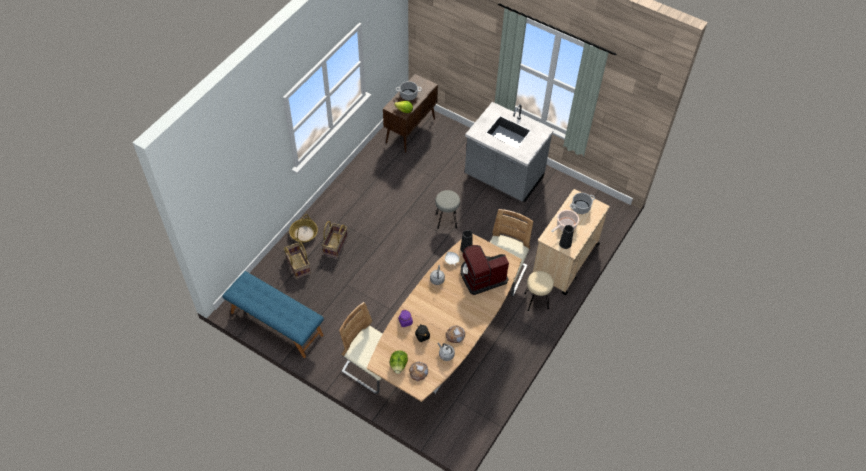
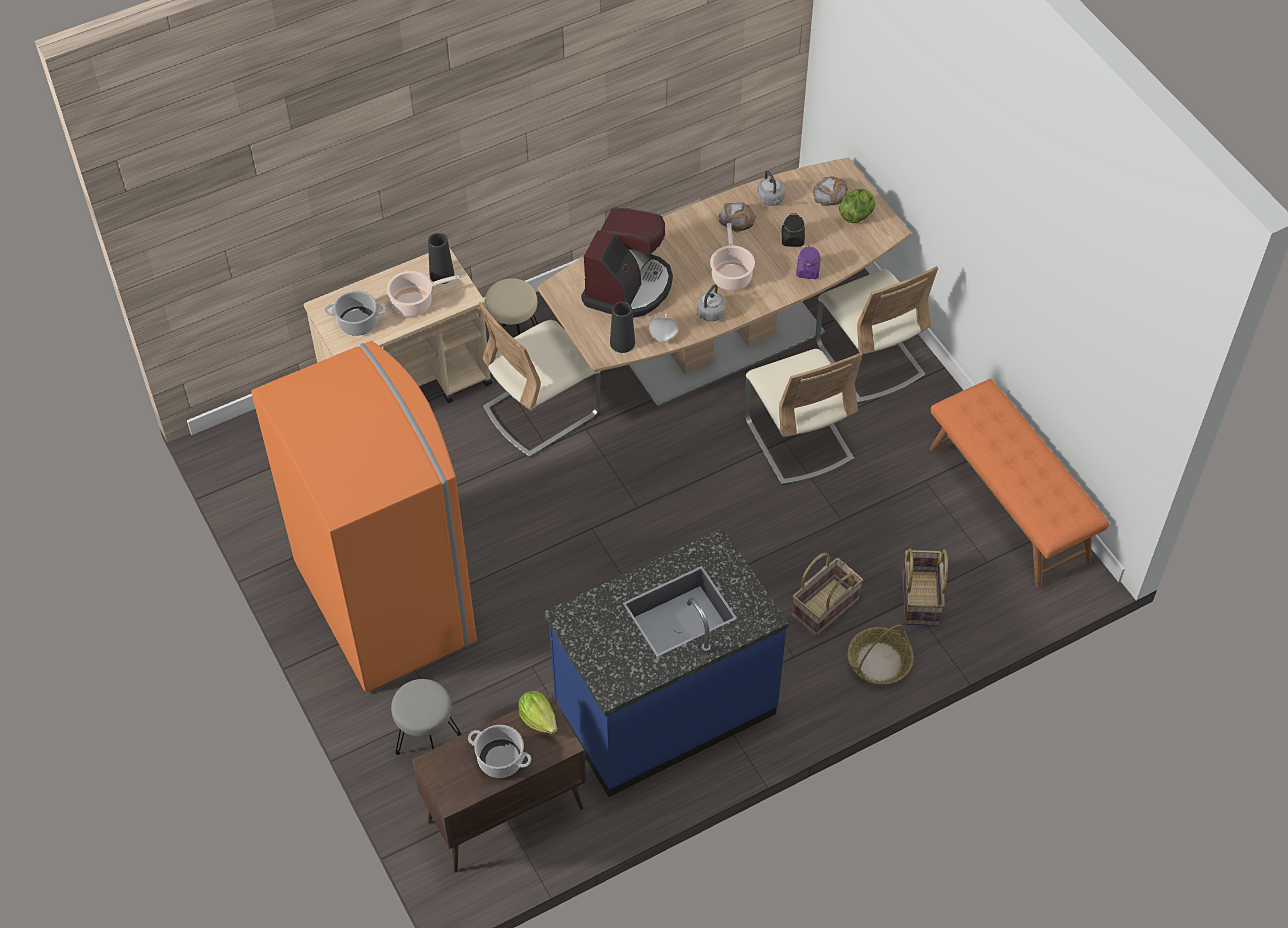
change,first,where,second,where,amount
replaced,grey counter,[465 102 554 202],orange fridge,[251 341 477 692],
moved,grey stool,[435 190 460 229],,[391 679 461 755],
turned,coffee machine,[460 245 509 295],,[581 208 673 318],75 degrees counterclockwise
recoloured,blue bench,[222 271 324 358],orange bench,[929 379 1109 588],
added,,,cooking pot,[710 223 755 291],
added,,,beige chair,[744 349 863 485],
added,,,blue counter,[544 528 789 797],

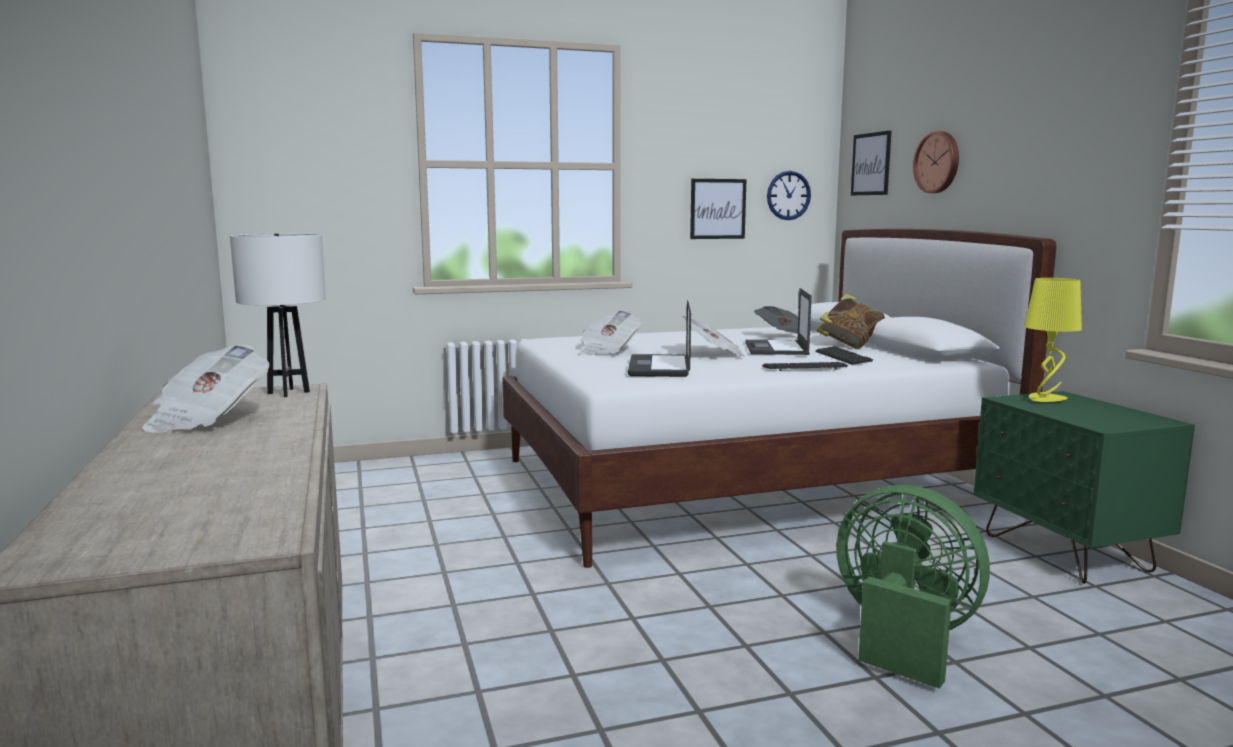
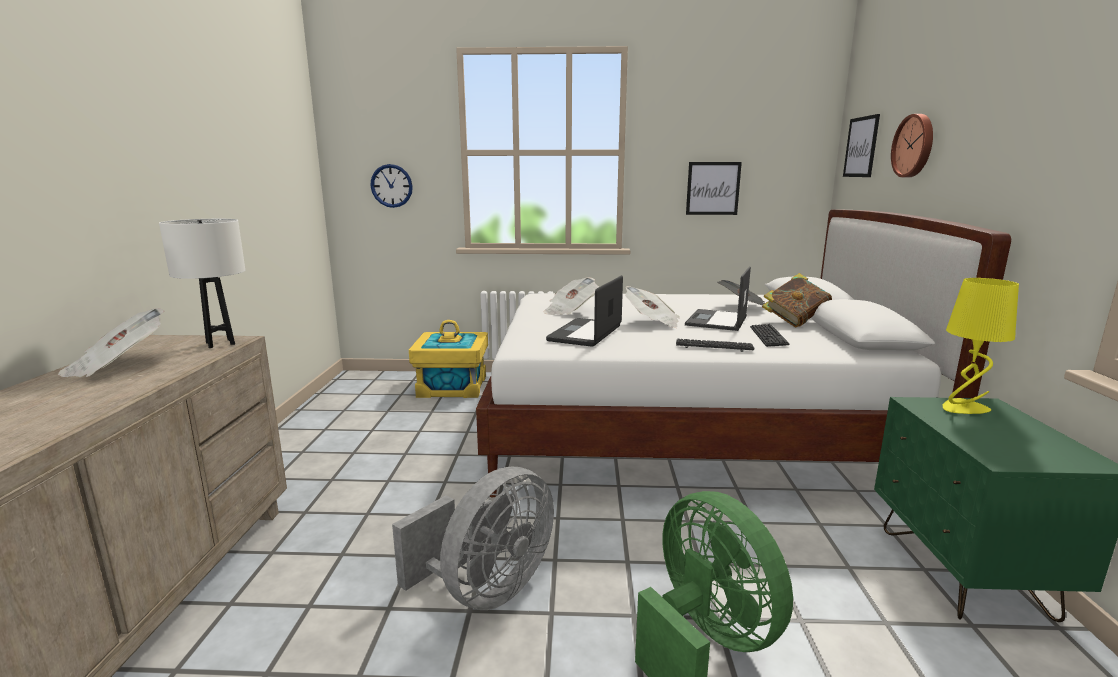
change,first,where,second,where,amount
moved,wall clock,[767 171 811 220],,[371 164 413 208],
added,,,yellow storage box,[409 320 488 398],
added,,,grey fan,[392 467 554 610],

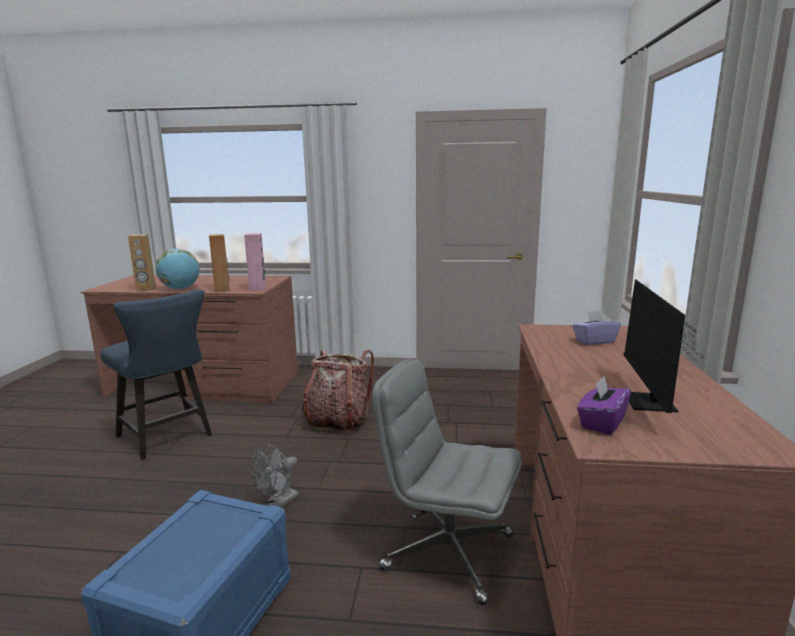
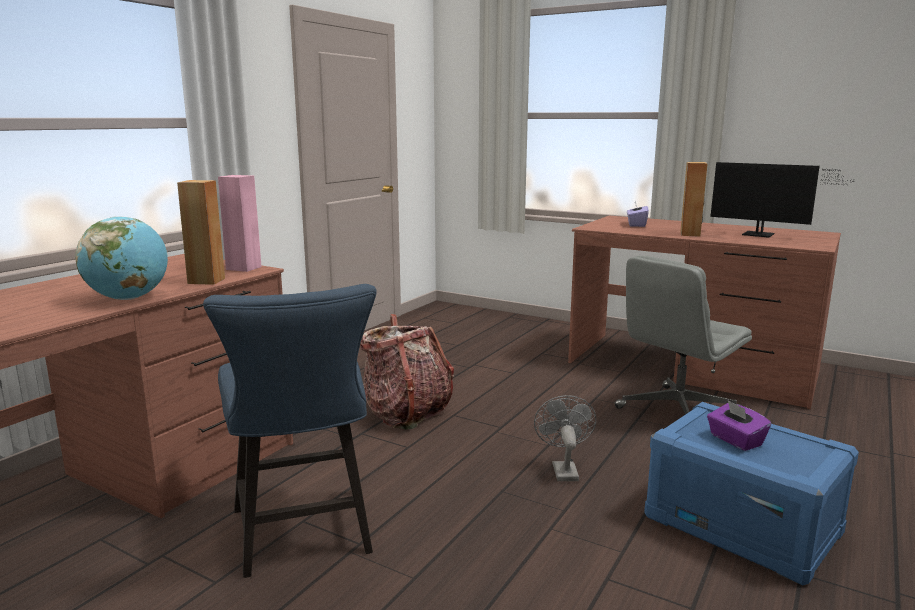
change,first,where,second,where,amount
moved,brown speaker,[128 234 156 291],,[680 162 708 237],
turned,blue chair,[100 289 212 460],,[203 284 377 578],90 degrees clockwise
moved,purple tissue box,[577 376 631 435],,[707 400 771 451],
turned,grey fan,[251 444 299 507],,[534 395 596 481],150 degrees counterclockwise

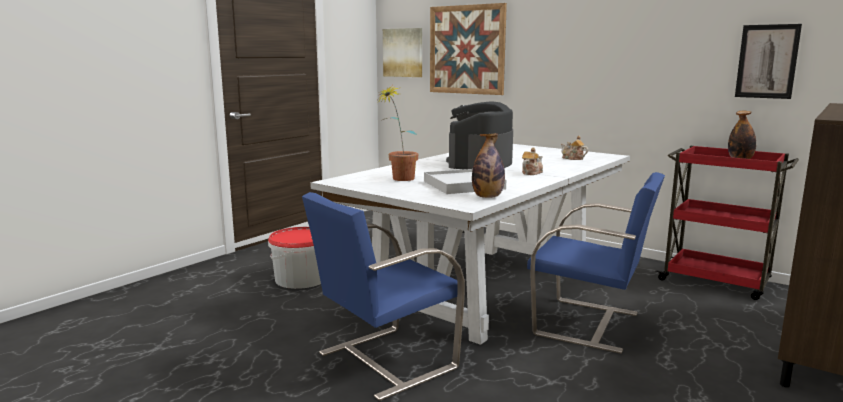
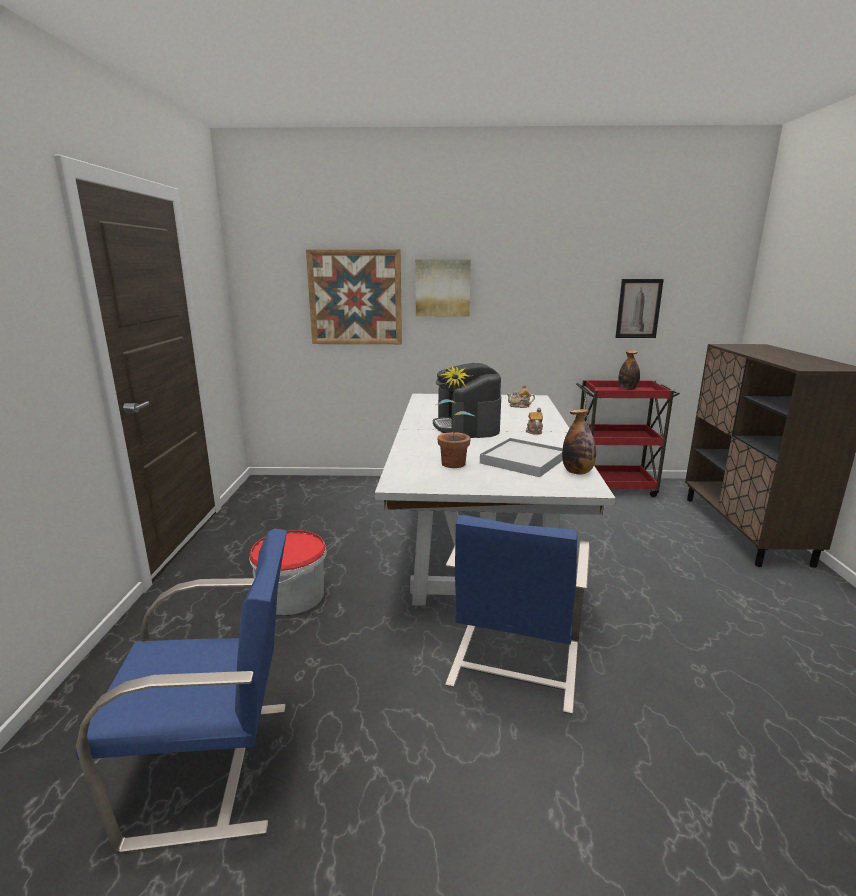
change,first,where,second,where,amount
moved,picture,[383 28 422 77],,[415 260 471 316],
moved,blue chair,[527 172 665 354],,[75 529 287 853],

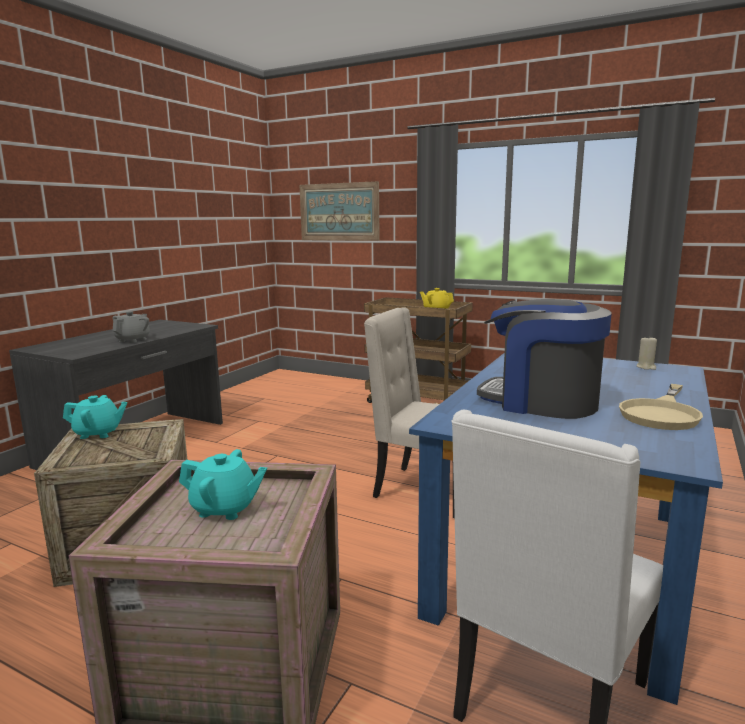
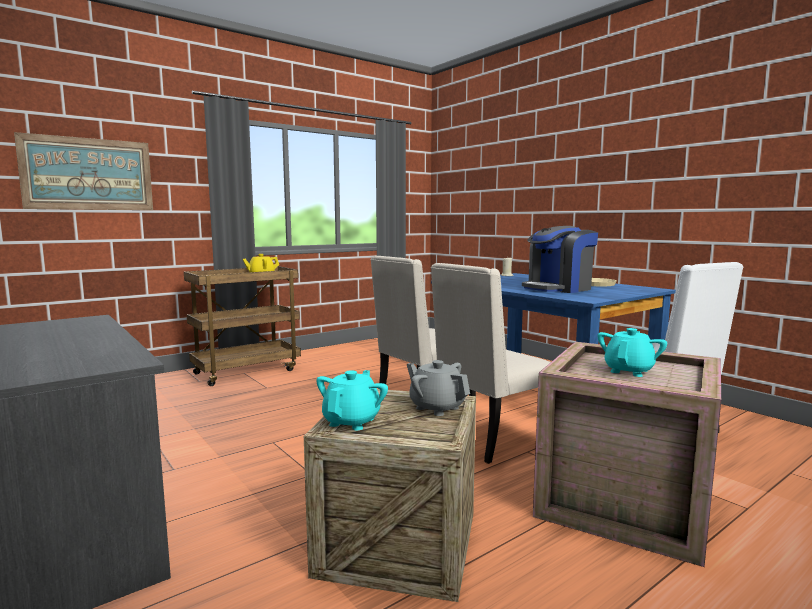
change,first,where,second,where,amount
moved,grey teapot,[112 311 150 343],,[407 360 470 416],
added,,,beige chair,[431 263 551 464],

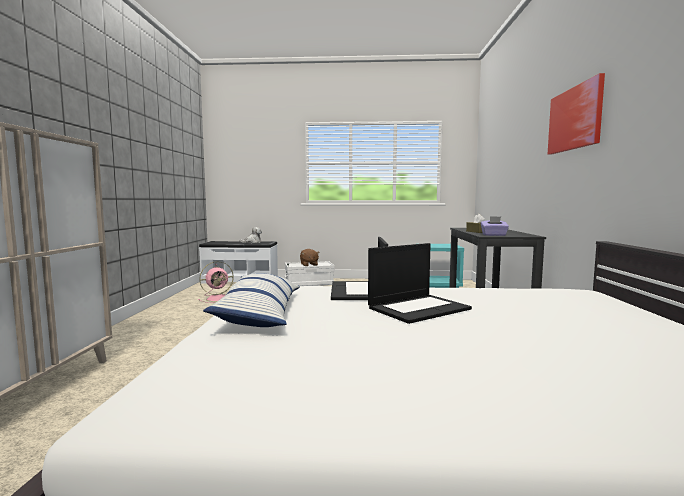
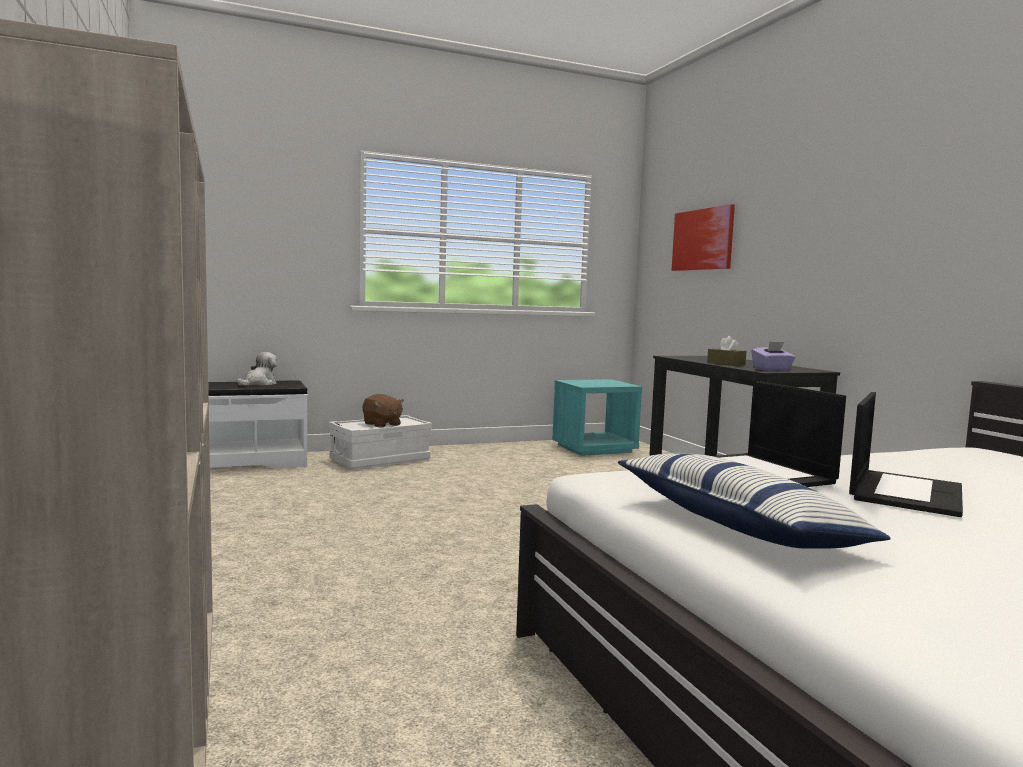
change,first,where,second,where,amount
moved,picture,[548 73 605 155],,[672 204 735 271],
removed,pink fan,[198 261 234 303],,,

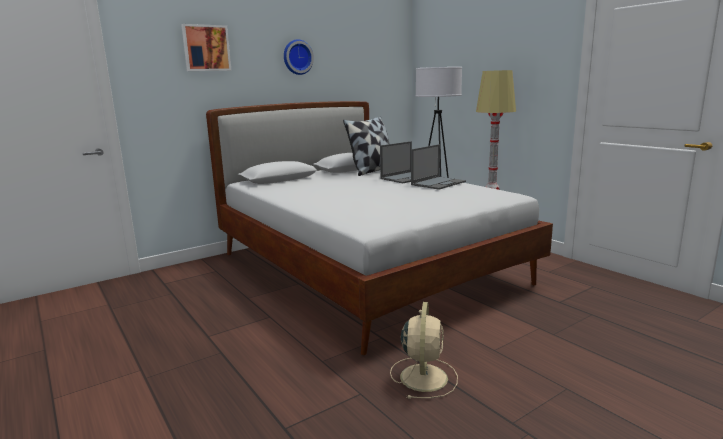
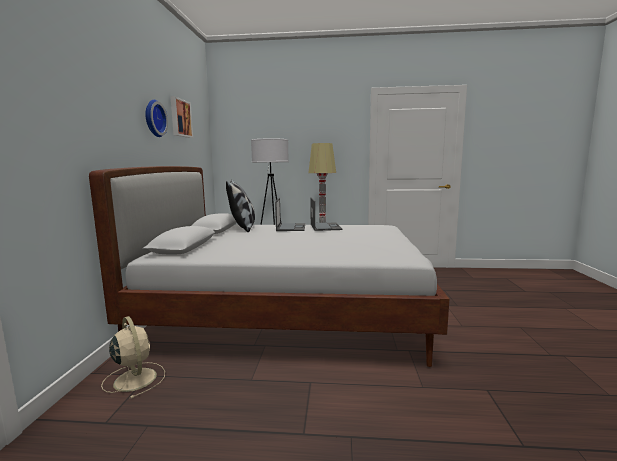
change,first,where,second,where,amount
moved,picture,[181 24 231 71],,[170 96 193 138],
moved,beige fan,[390 302 458 399],,[101 316 165 399],

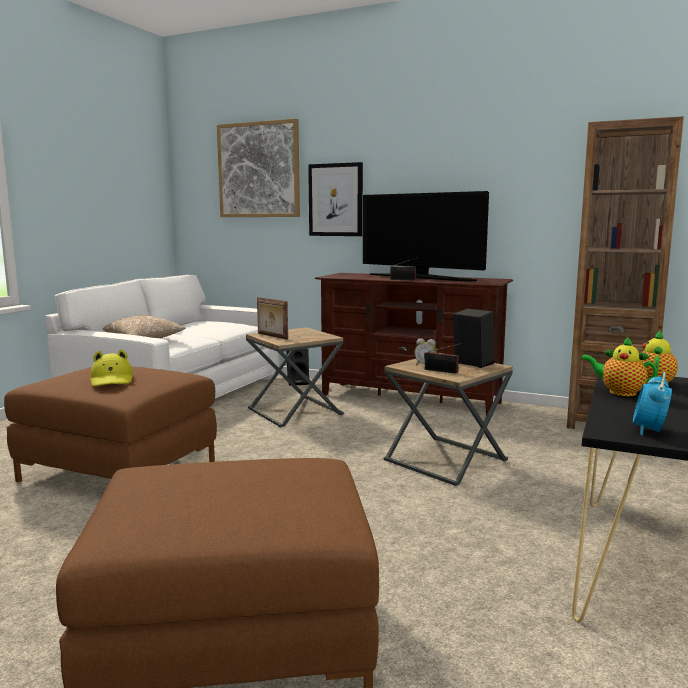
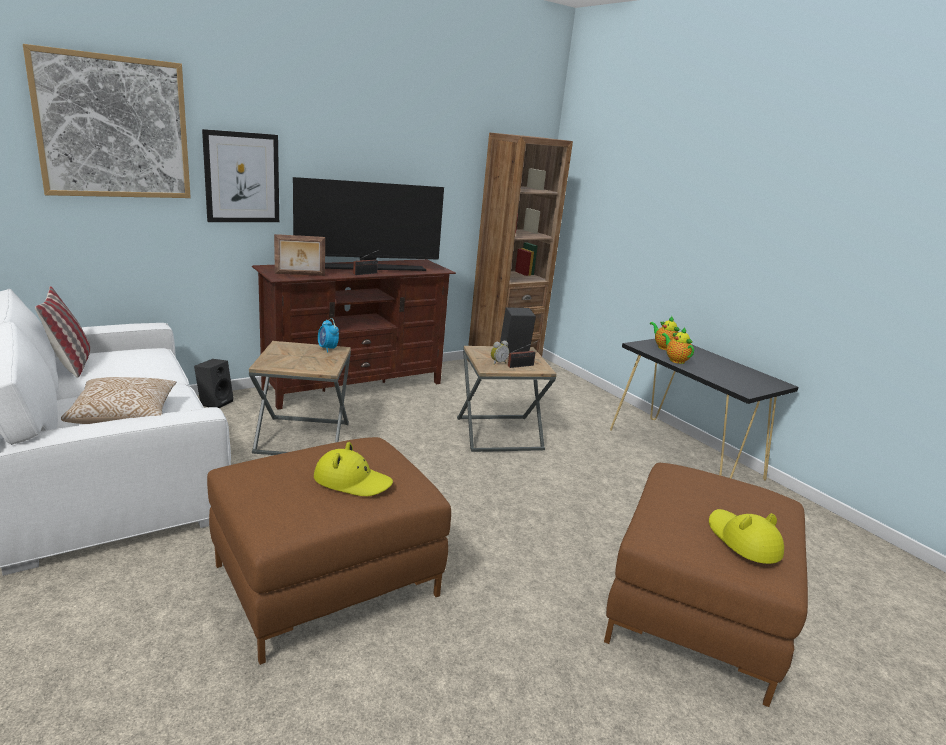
change,first,where,second,where,amount
moved,picture frame,[257 297 288 340],,[274 234 325 276],
turned,teapot,[581 336 657 396],,[662 327 694 364],90 degrees clockwise
moved,alarm clock,[633 372 672 435],,[318 318 339 353],
added,,,pillow,[35 286 90 378],
added,,,yellow hat,[709 509 784 564],

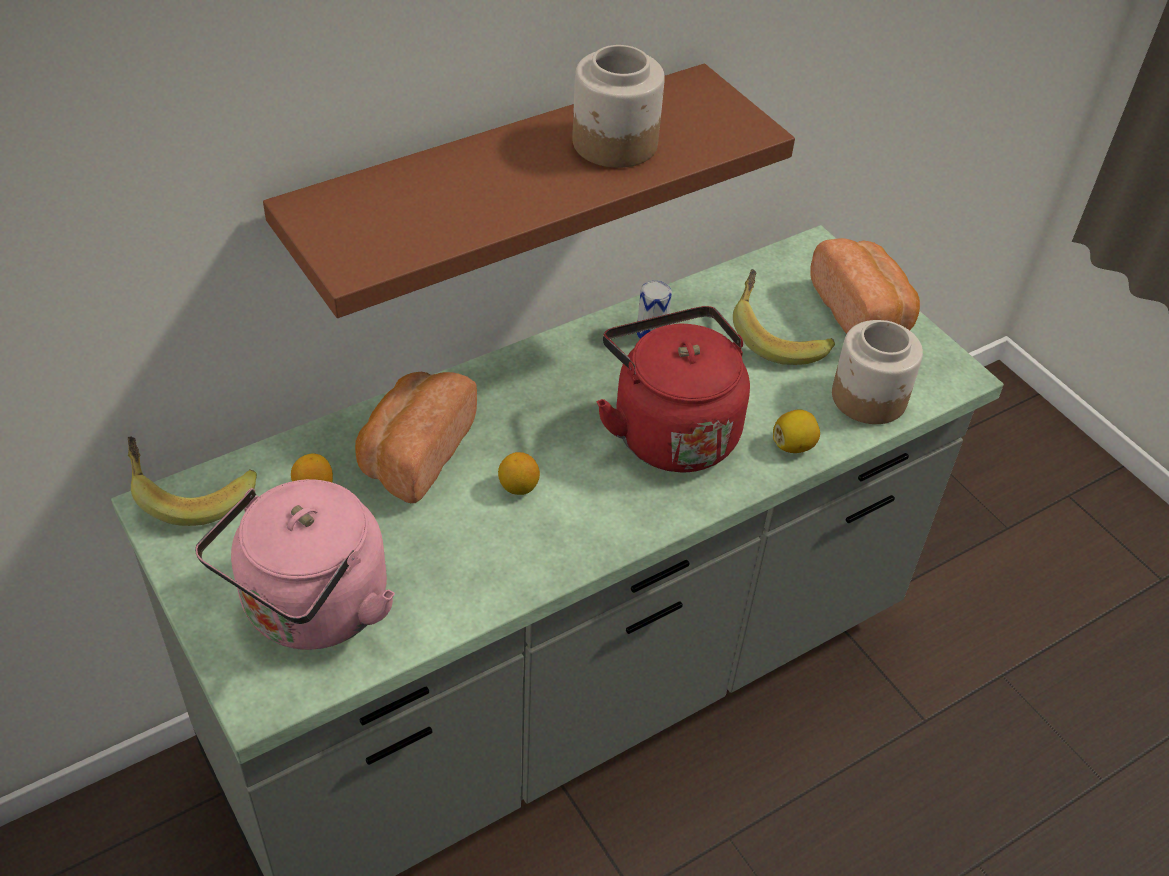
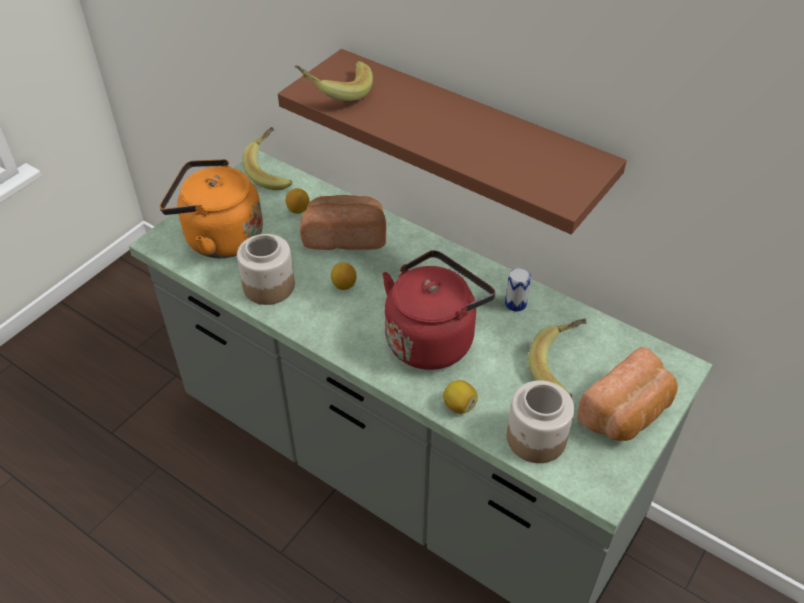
change,first,where,second,where,amount
moved,jar,[572 45 665 168],,[237 234 295 305],
recoloured,pink kettle,[195 479 395 650],orange kettle,[160 159 263 258],
added,,,banana,[295 61 373 101],

